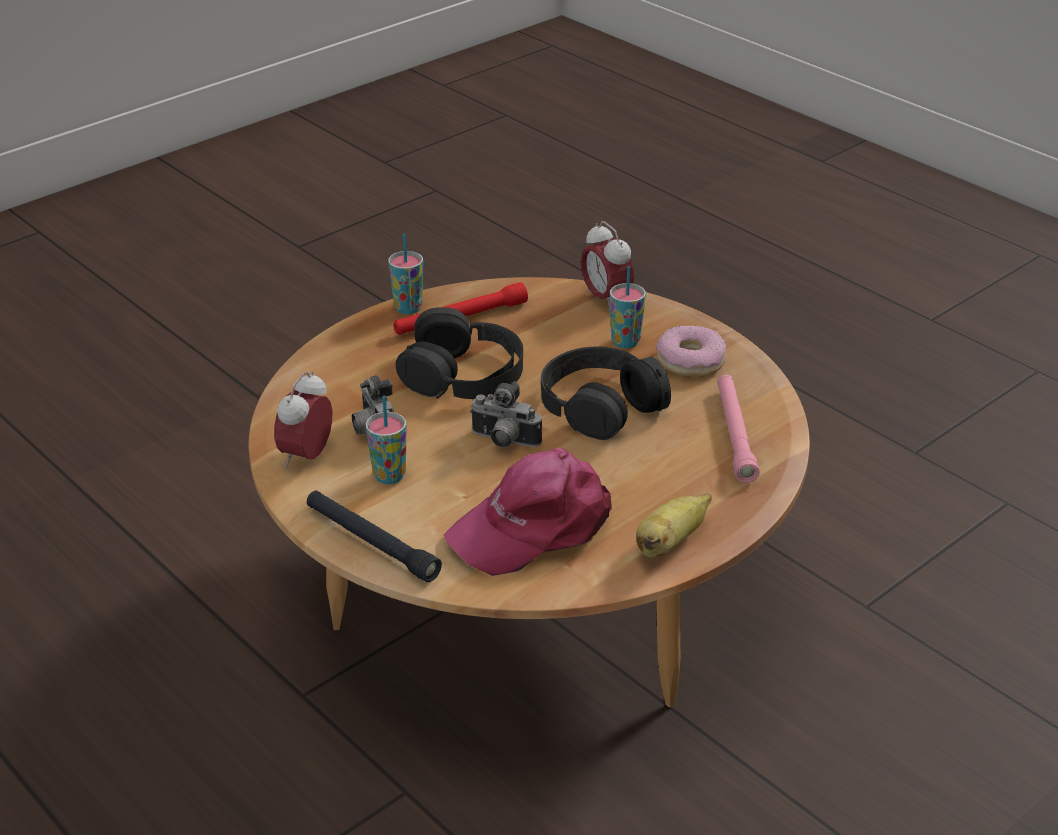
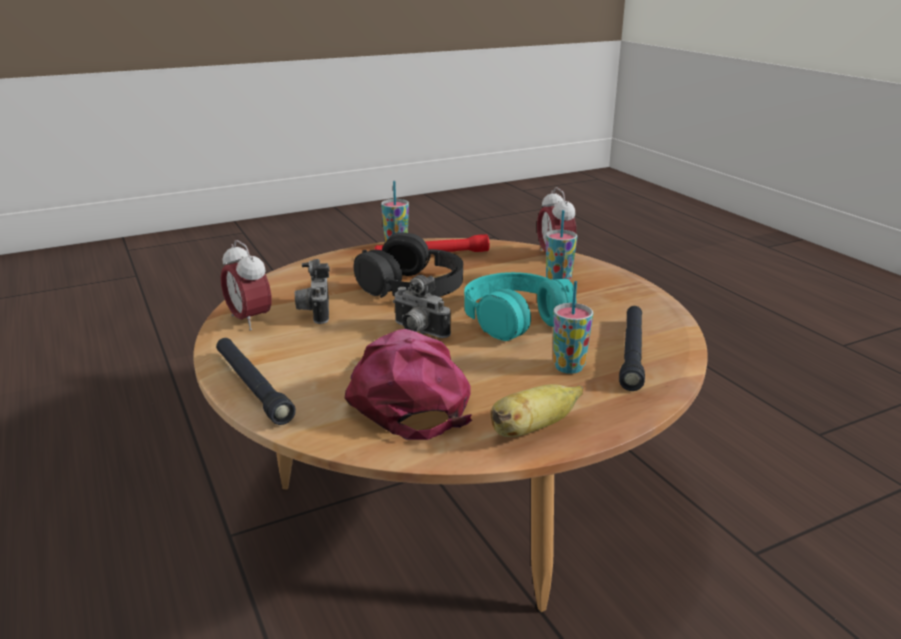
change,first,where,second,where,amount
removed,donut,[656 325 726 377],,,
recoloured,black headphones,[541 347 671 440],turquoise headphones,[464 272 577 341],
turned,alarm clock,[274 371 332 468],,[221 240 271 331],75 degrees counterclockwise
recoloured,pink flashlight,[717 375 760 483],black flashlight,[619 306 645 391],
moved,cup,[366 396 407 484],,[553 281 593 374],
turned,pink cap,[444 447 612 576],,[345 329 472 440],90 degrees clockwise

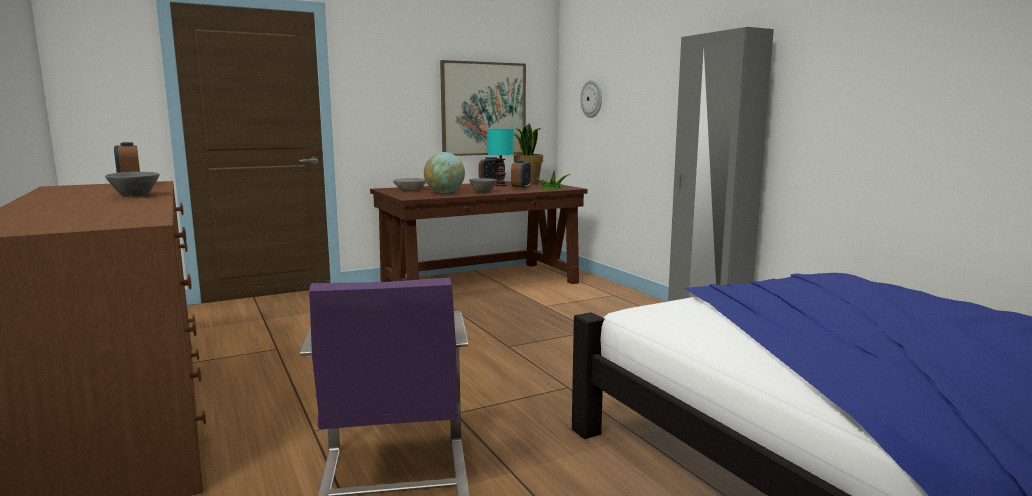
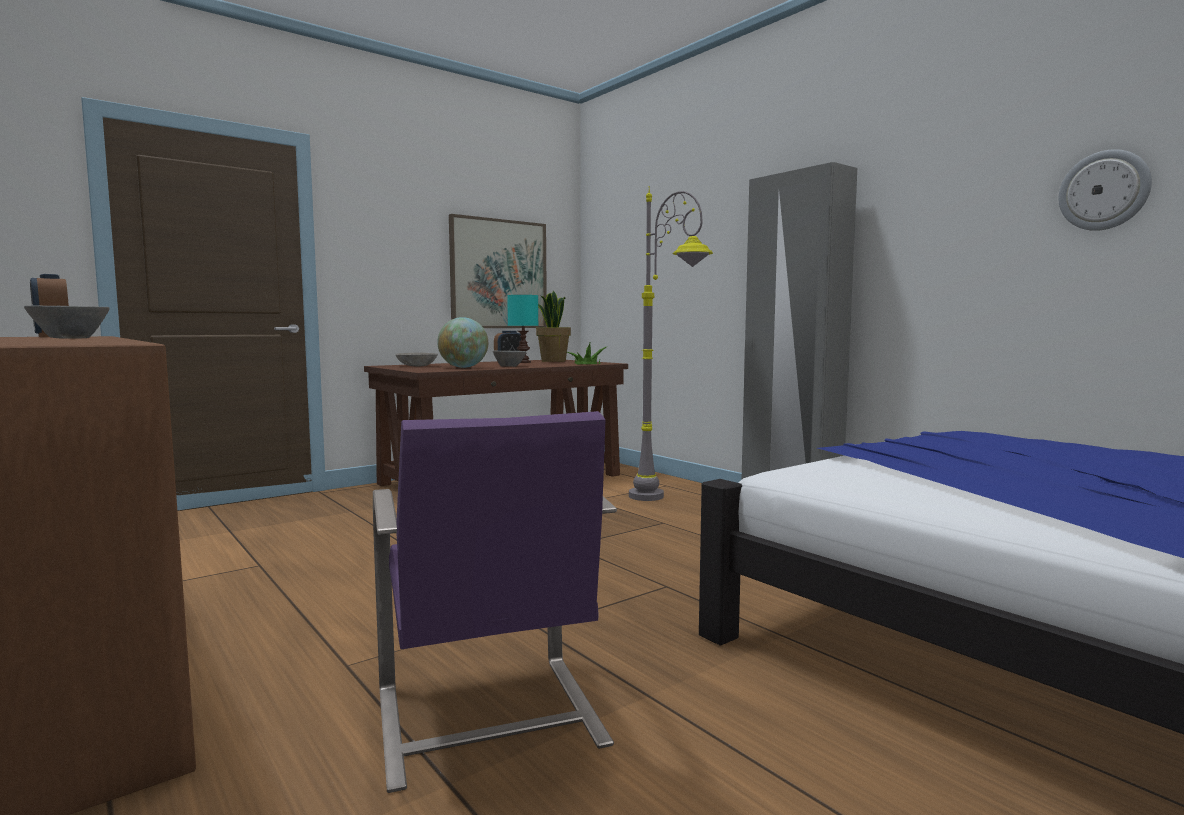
change,first,where,second,where,amount
moved,wall clock,[580 80 602 118],,[1058 149 1152 231],
removed,alarm clock,[511 160 531 189],,,
added,,,grey floor lamp,[629 186 713 501],

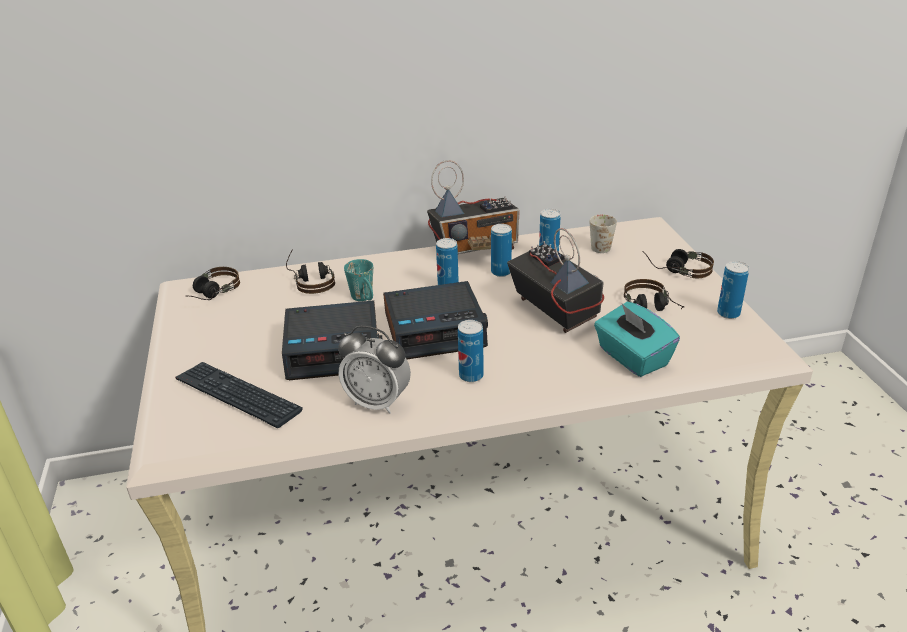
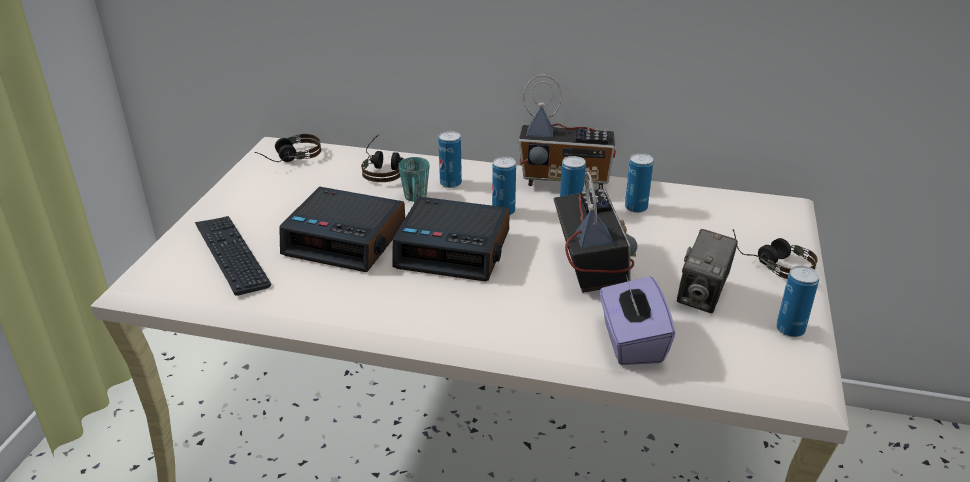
change,first,where,second,where,amount
removed,white mug,[590 214 617 253],,,
replaced,headphones,[624 279 684 311],photo camera,[677 229 738 313],
recoloured,turquoise tissue box,[594 302 680 377],purple tissue box,[600 275 675 365],
moved,can,[458 320 484 382],,[438 131 462 188],
removed,alarm clock,[338 326 411 414],,,

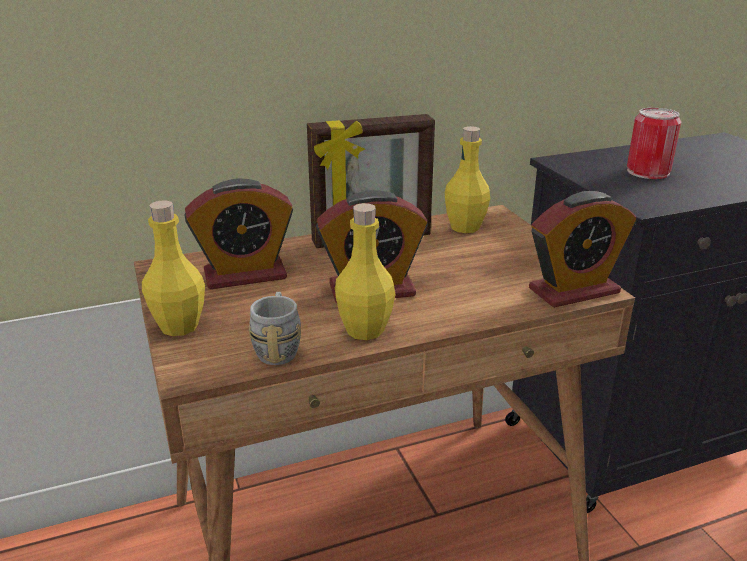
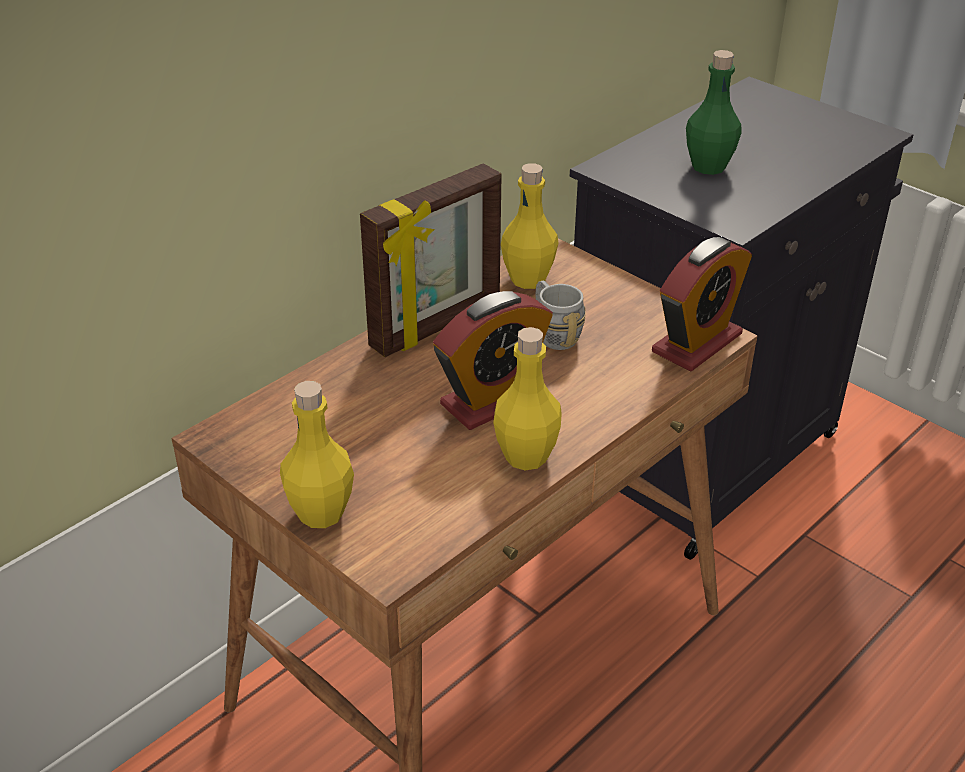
change,first,where,second,where,amount
replaced,can,[627 108 681 179],green bottle,[686 50 742 175],
removed,alarm clock,[184 179 293 289],,,
moved,grey mug,[249 292 301 365],,[536 280 586 350],

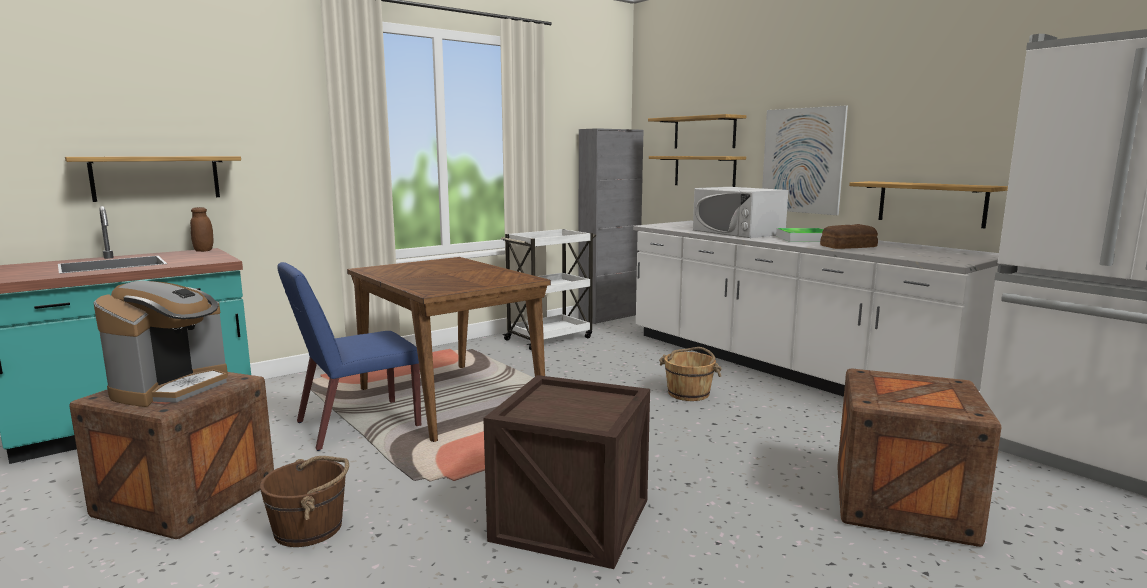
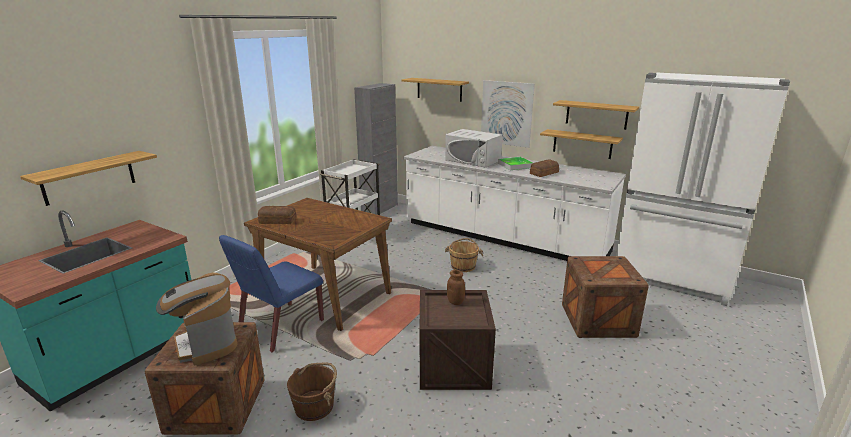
change,first,where,second,where,amount
moved,shelf,[649 156 746 187],,[553 100 639 130],
moved,brown jar,[190 207 213 252],,[447 270 465 305],
turned,coffee machine,[93 281 228 407],,[156 273 237 365],150 degrees clockwise
added,,,bread,[258 206 297 224],

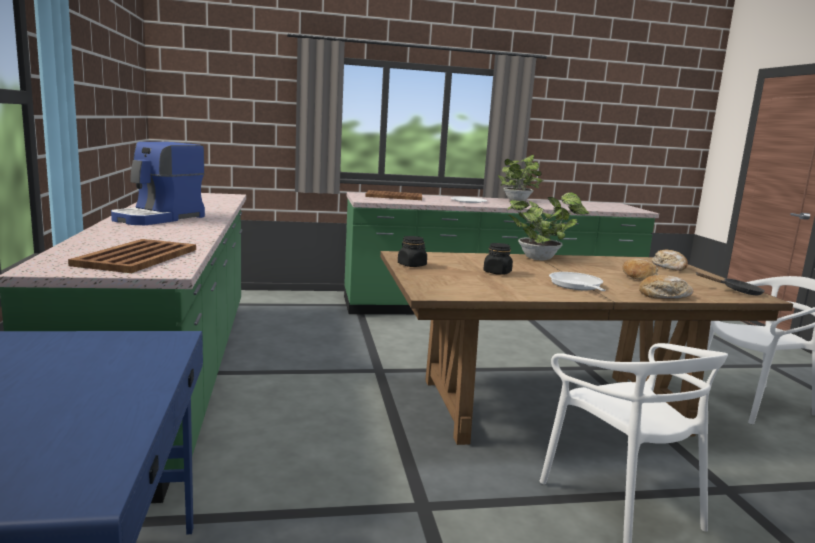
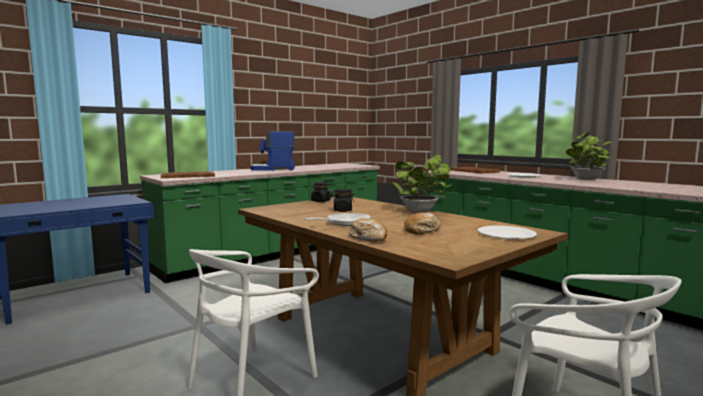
change,first,where,second,where,amount
replaced,bread,[652 250 688 271],white plate,[478 226 537 239],
removed,black frying pan,[696 272 764 296],,,

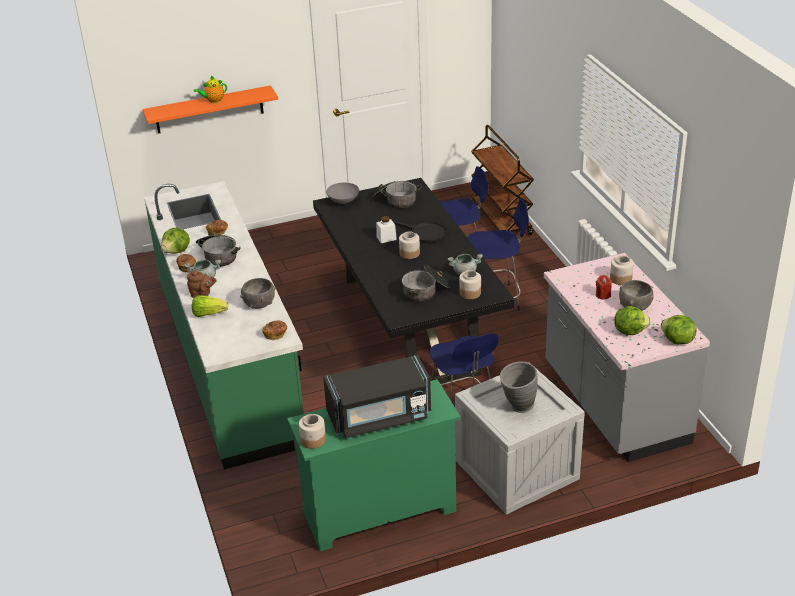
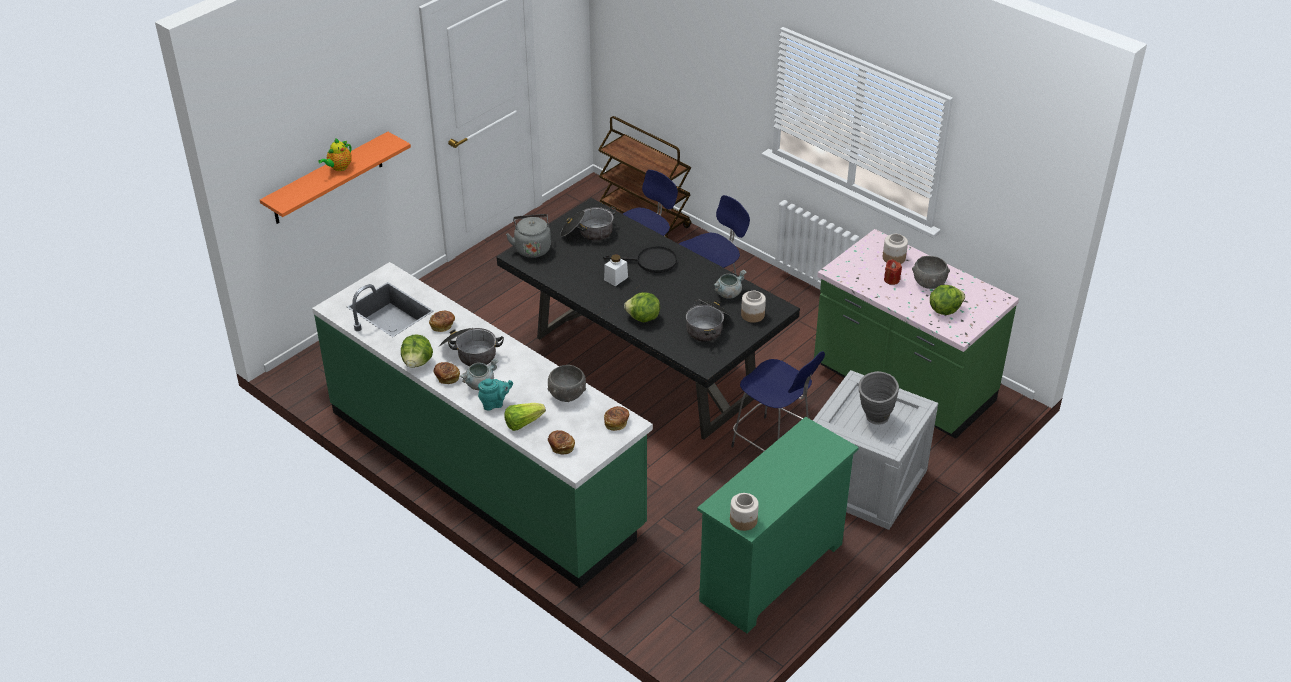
change,first,where,second,where,amount
replaced,grey bowl,[326 183 359 204],grey kettle,[506 214 551 258],
removed,jar,[399 231 420 259],,,
recoloured,grey counter,[544 253 710 462],green counter,[814 229 1019 439],
recoloured,brown teapot,[187 270 217 298],turquoise teapot,[478 379 513 411],
moved,lettuce,[660 315 697 344],,[624 292 660 322],
removed,black microwave,[323 355 431 438],,,
added,,,bread,[548 430 575 455],

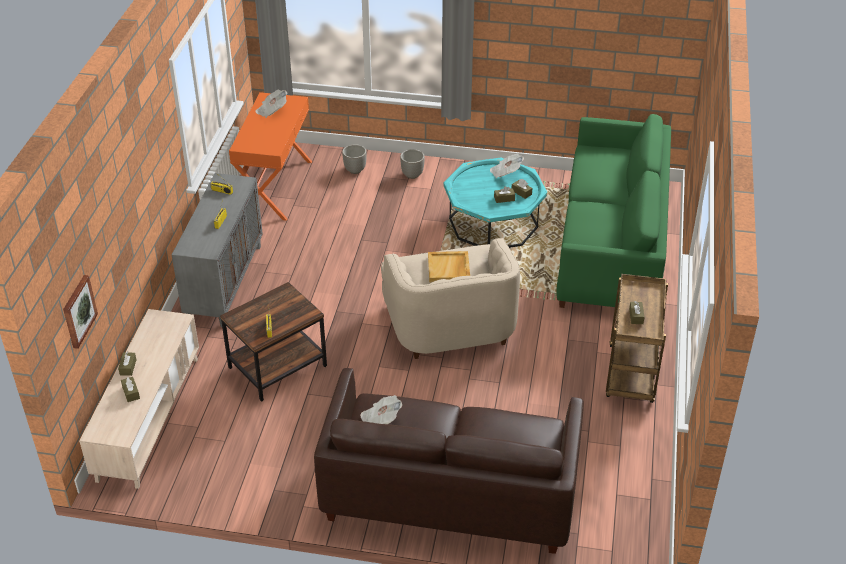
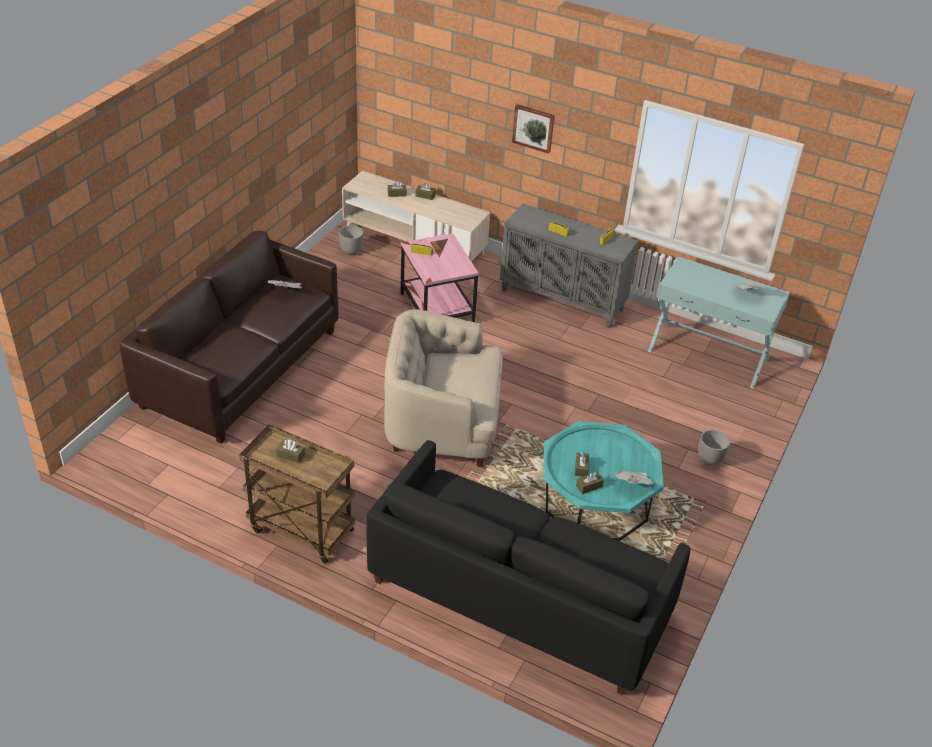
change,first,where,second,where,amount
recoloured,orange console table,[229 92 312 221],turquoise console table,[648 256 790 389],
recoloured,green sofa,[556 114 671 308],black sofa,[366 440 690 695],
moved,planter,[342 144 367 174],,[339 225 364 255],
removed,beige tray,[428 251 470 282],,,
moved,picture,[63 275 98 349],,[512 104 555 154],
recoloured,brown side table,[220 282 327 402],pink side table,[401 233 479 322],

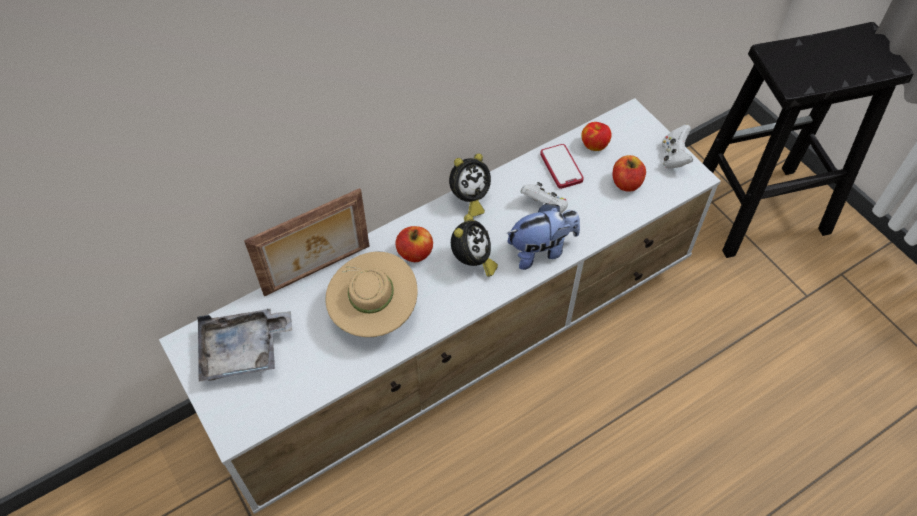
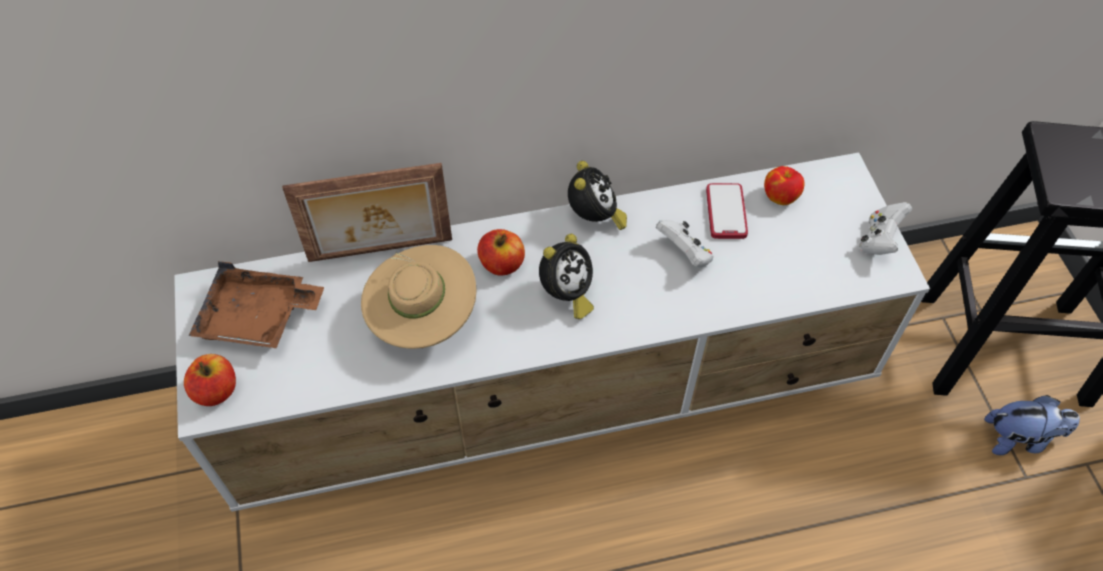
change,first,where,second,where,amount
turned,alarm clock,[449 153 491 217],,[568 161 627 230],75 degrees counterclockwise
moved,apple,[613 155 646 192],,[184 354 236 406],
moved,plush toy,[507 203 580 270],,[984 395 1080 455],
recoloured,grey tray,[197 308 292 381],brown tray,[189 261 324 348],

